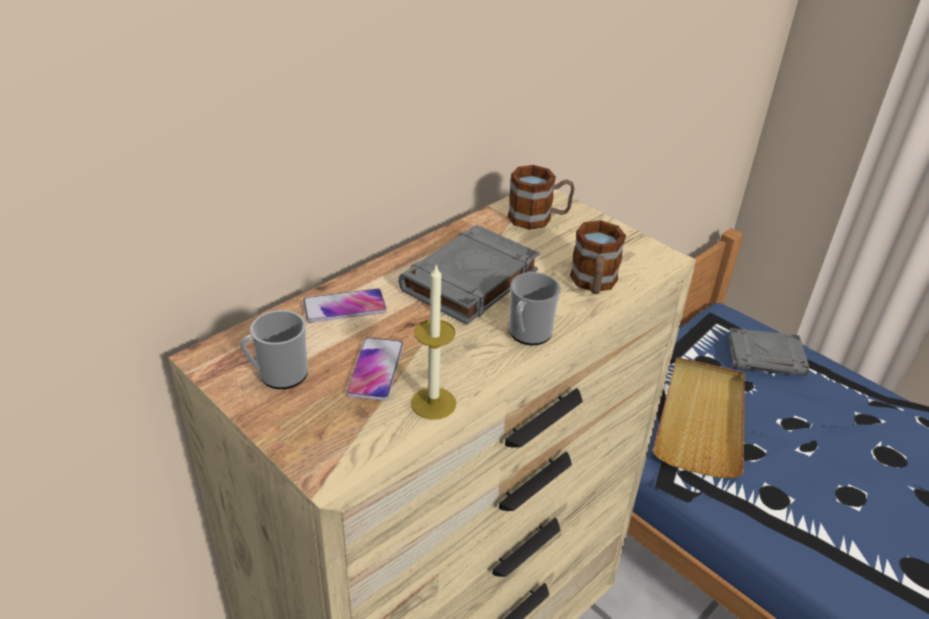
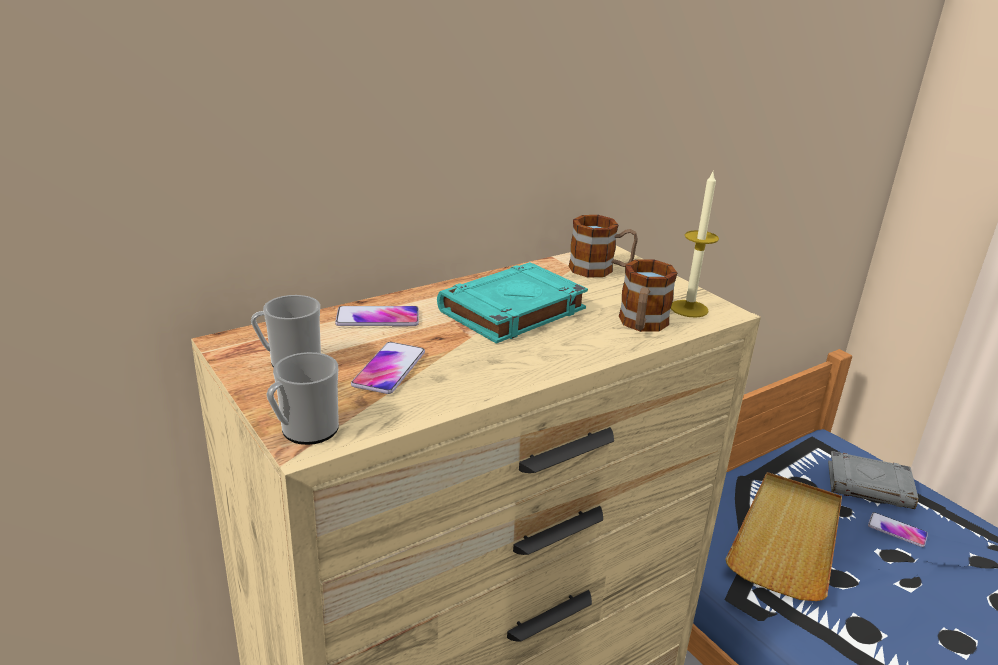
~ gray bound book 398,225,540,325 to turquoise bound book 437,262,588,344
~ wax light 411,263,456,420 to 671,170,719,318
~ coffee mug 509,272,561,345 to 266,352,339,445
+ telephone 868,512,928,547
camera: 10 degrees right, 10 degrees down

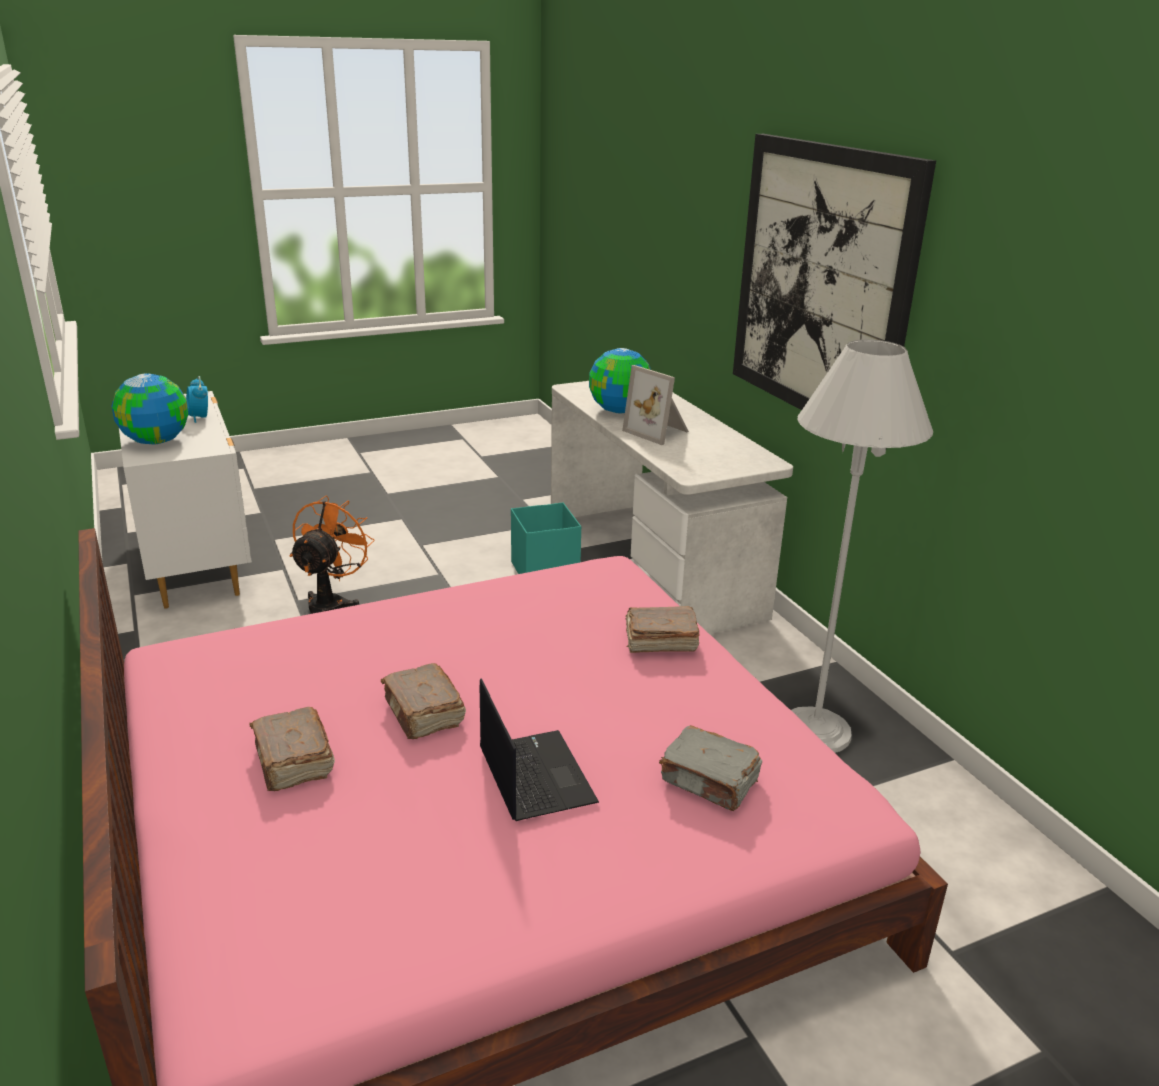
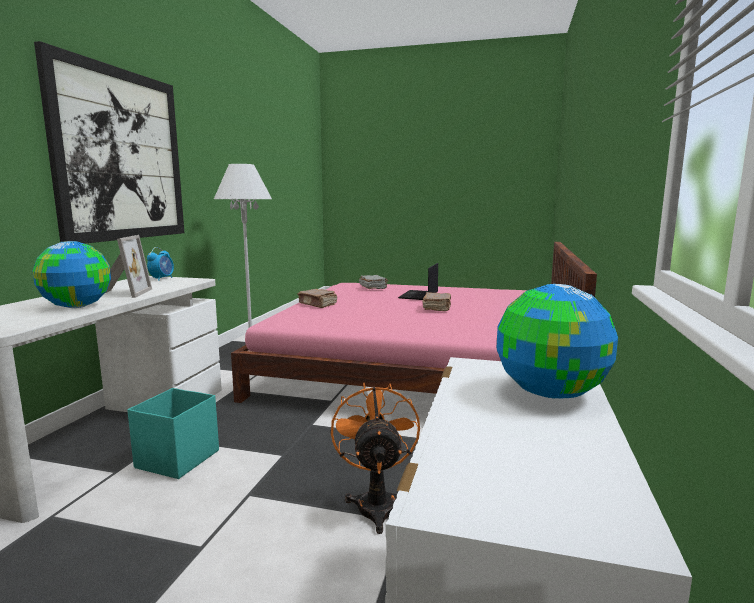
~ table clock 186,376,208,423 to 147,247,174,281
~ orange fan 290,496,375,614 = 331,383,420,534 120 degrees clockwise
- brownish bound book 249,707,335,791
camera: 140 degrees left, 15 degrees down

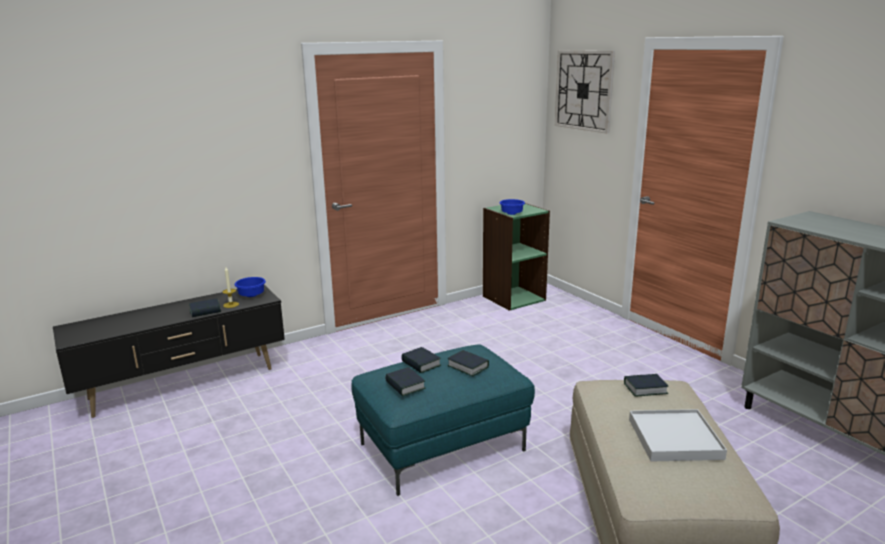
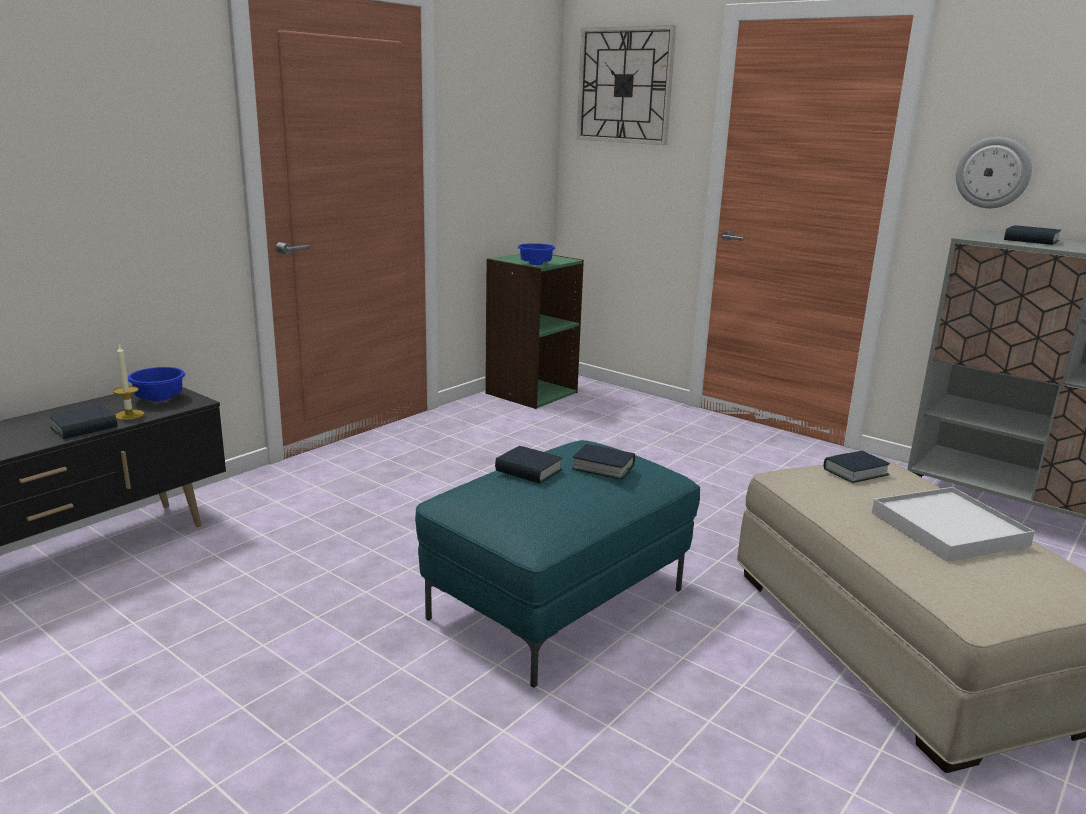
~ bound book 385,367,426,396 to 1004,225,1061,245
+ hanging clock 956,137,1032,208
camera: 20 degrees left, 0 degrees up

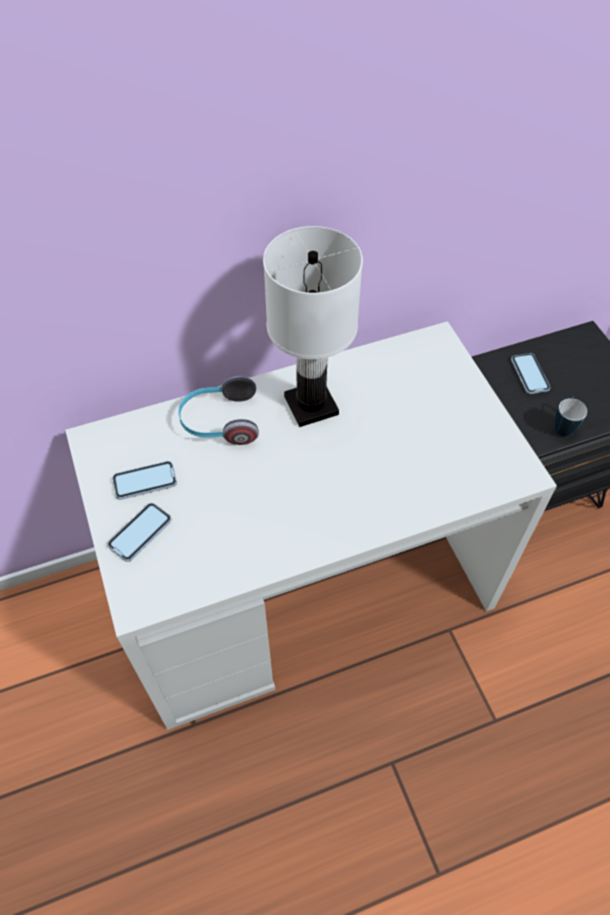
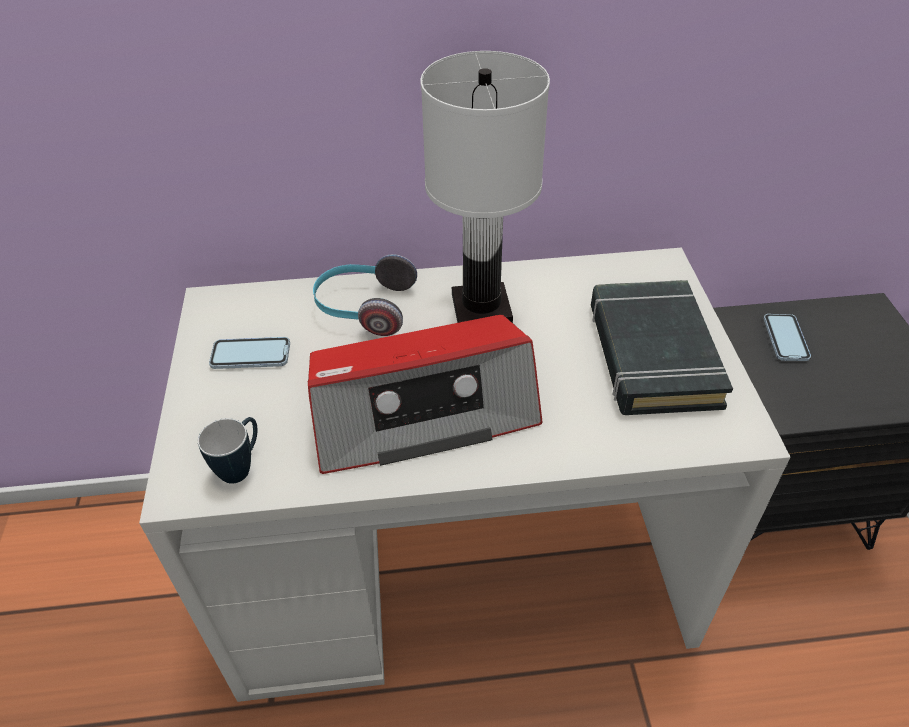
~ coffee mug 555,396,587,436 to 198,417,257,484
- telephone 107,503,172,562
+ black bound book 591,280,733,415
+ radio set 308,315,543,474
camera: 15 degrees right, 10 degrees down

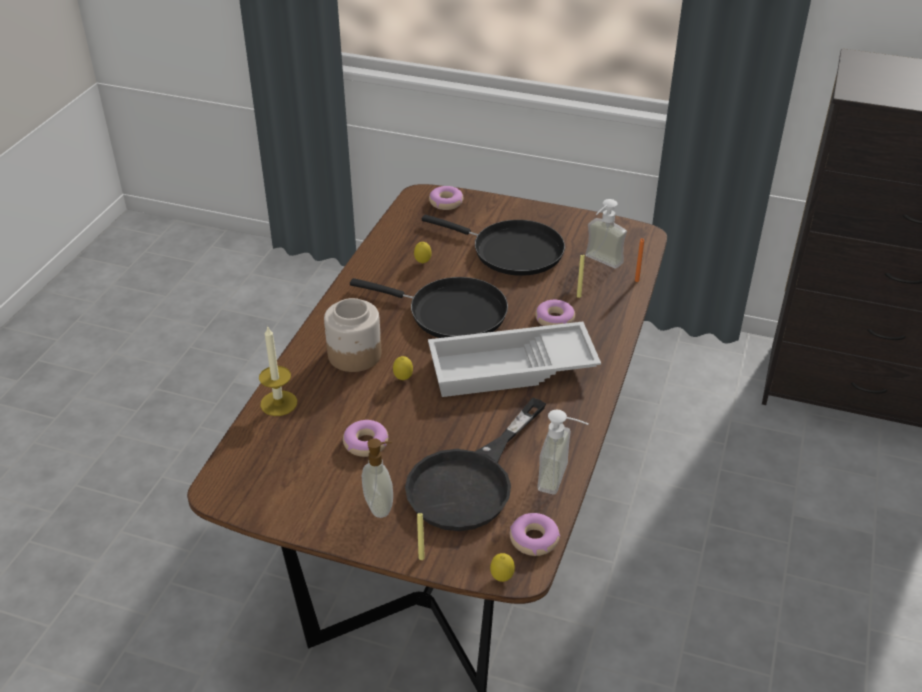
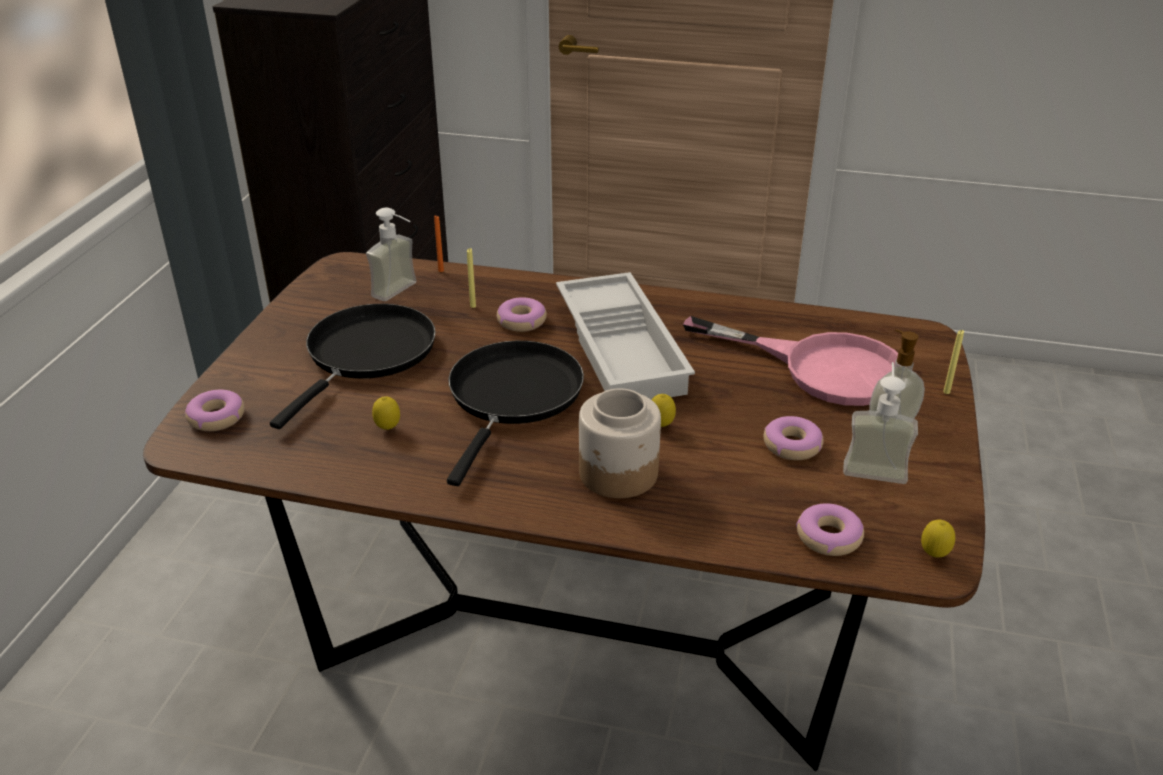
- wax light 259,325,297,416
~ black pan 405,397,546,531 to pink pan 683,316,898,406
~ soap dispenser 537,410,589,494 to 843,362,918,484
~ ring doughnut 510,513,560,556 to 796,504,864,556
~ lemon 490,553,515,582 to 921,520,955,558
camera: 95 degrees left, 5 degrees down

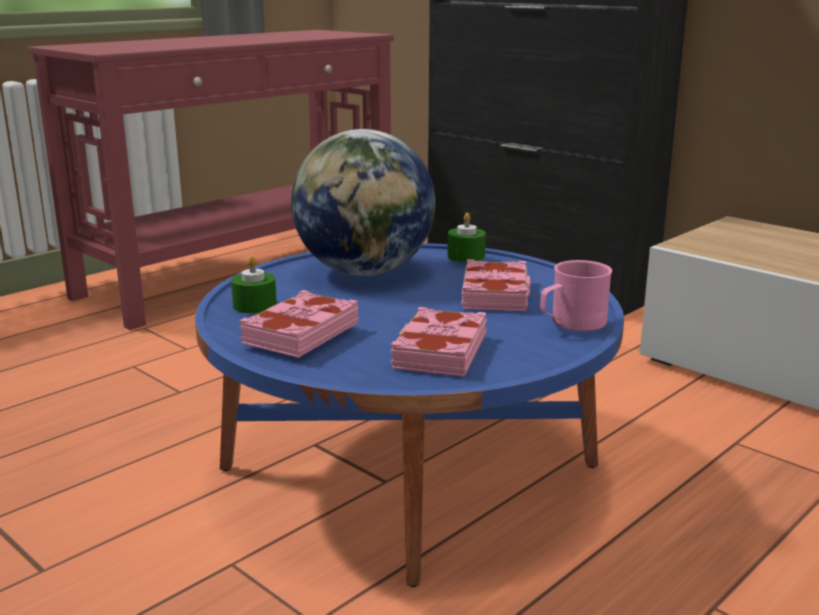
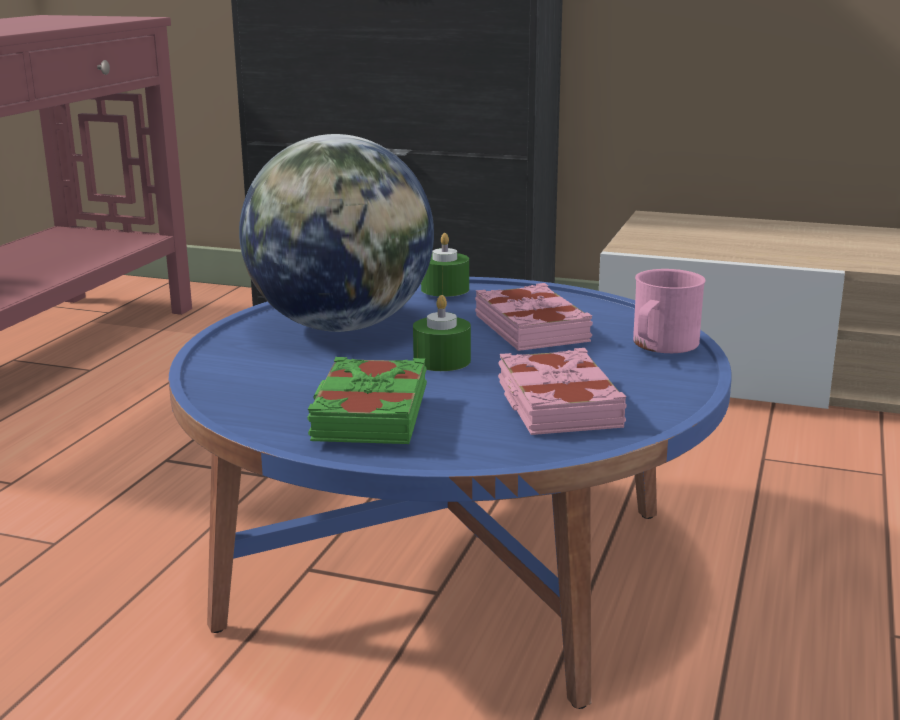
~ green wax light 231,256,277,314 to 413,295,471,371
~ pink bound book 239,290,359,358 to green bound book 308,357,427,444
camera: 25 degrees left, 0 degrees up

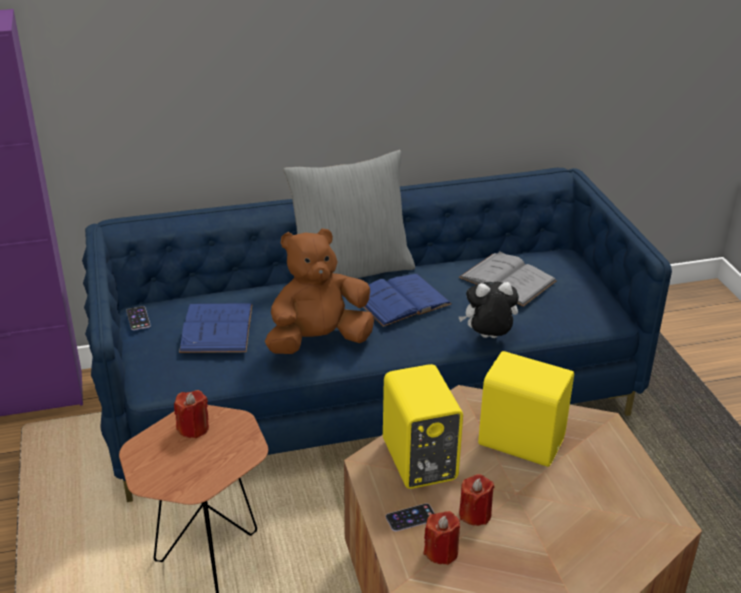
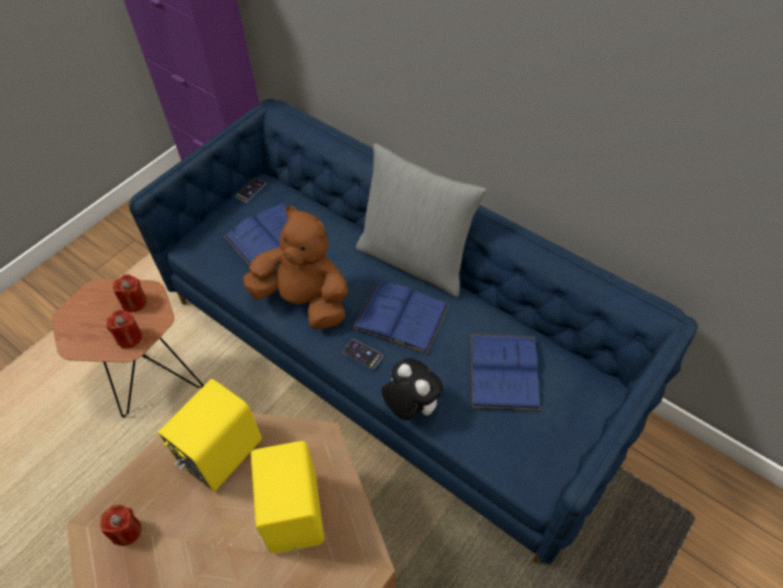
~ gray bound book 458,251,557,307 to bluish bound book 471,334,540,410
~ red-coloured wax light 459,474,494,526 to 107,310,142,348
~ telephone 386,503,435,532 to 343,339,383,369
camera: 55 degrees right, 20 degrees up

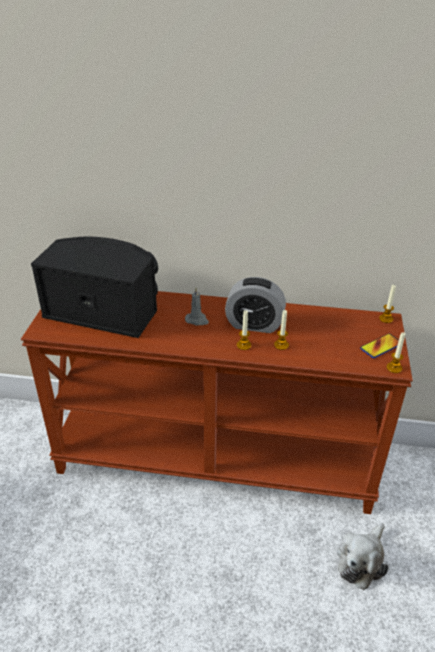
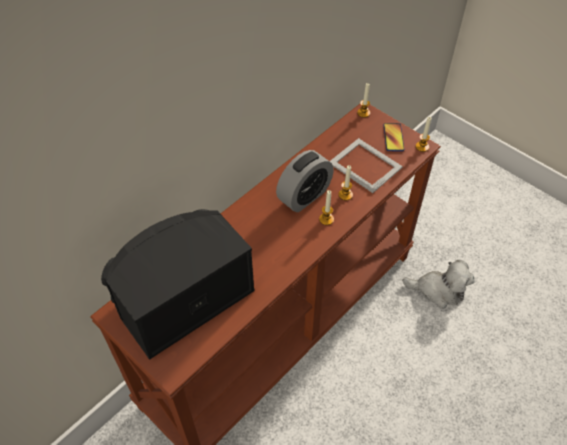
- gray wax light 185,288,209,326
~ cuddly toy 337,523,389,590 = 402,260,475,309 60 degrees counterclockwise
+ picture frame 330,138,403,193
camera: 55 degrees left, 15 degrees up

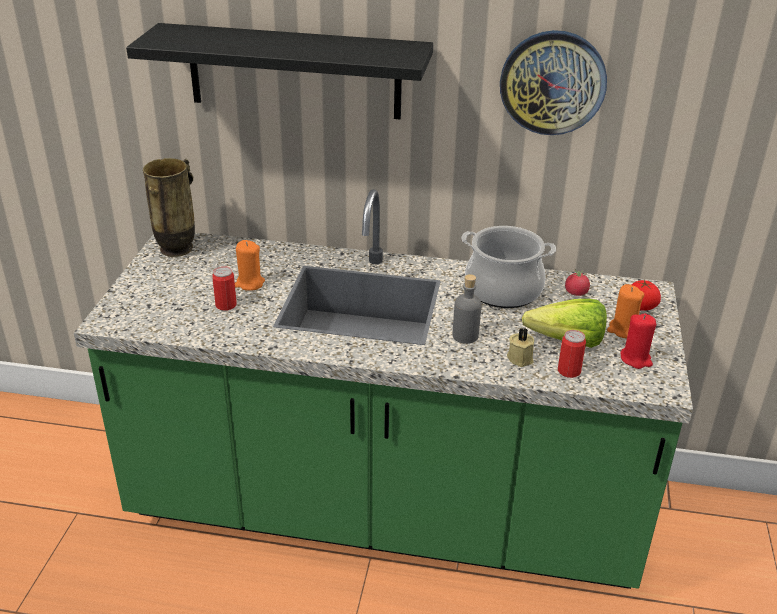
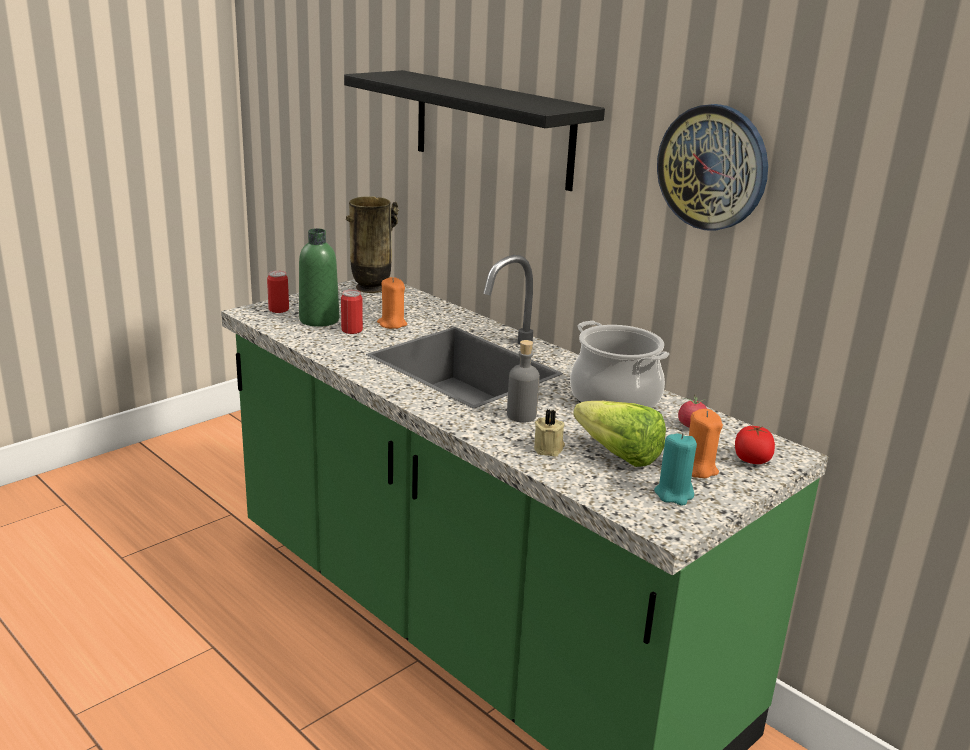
~ red-coloured wax light 621,313,656,369 to turquoise wax light 654,433,697,506
~ can 558,330,586,378 to 267,271,289,313
+ green beverage bottle 299,228,339,327
camera: 35 degrees right, 10 degrees down

